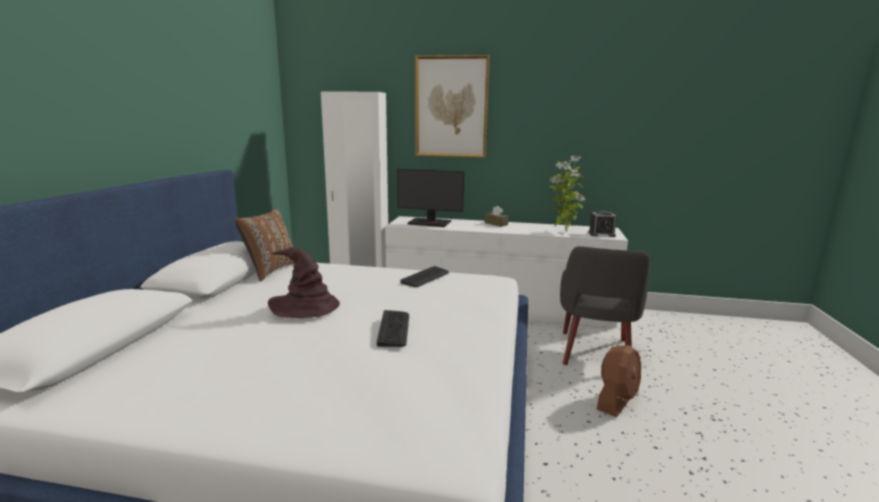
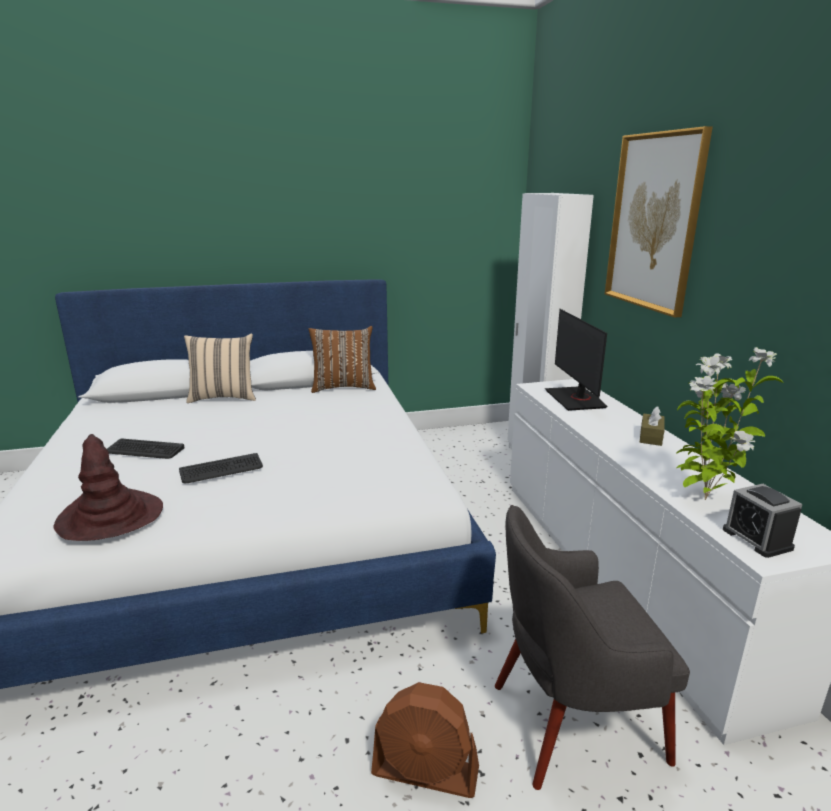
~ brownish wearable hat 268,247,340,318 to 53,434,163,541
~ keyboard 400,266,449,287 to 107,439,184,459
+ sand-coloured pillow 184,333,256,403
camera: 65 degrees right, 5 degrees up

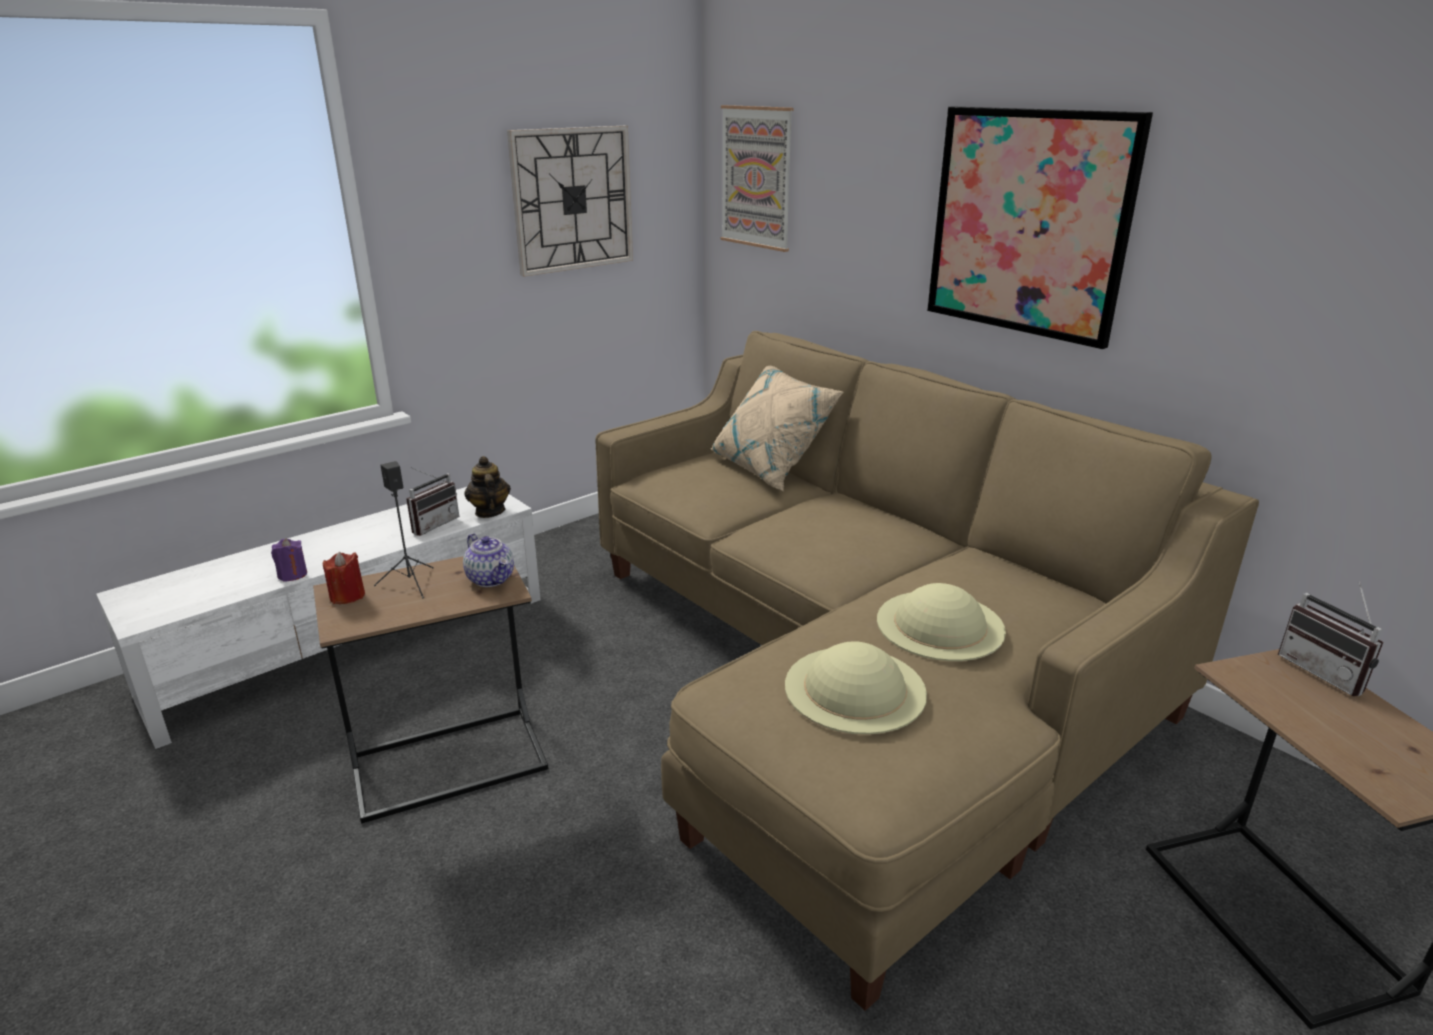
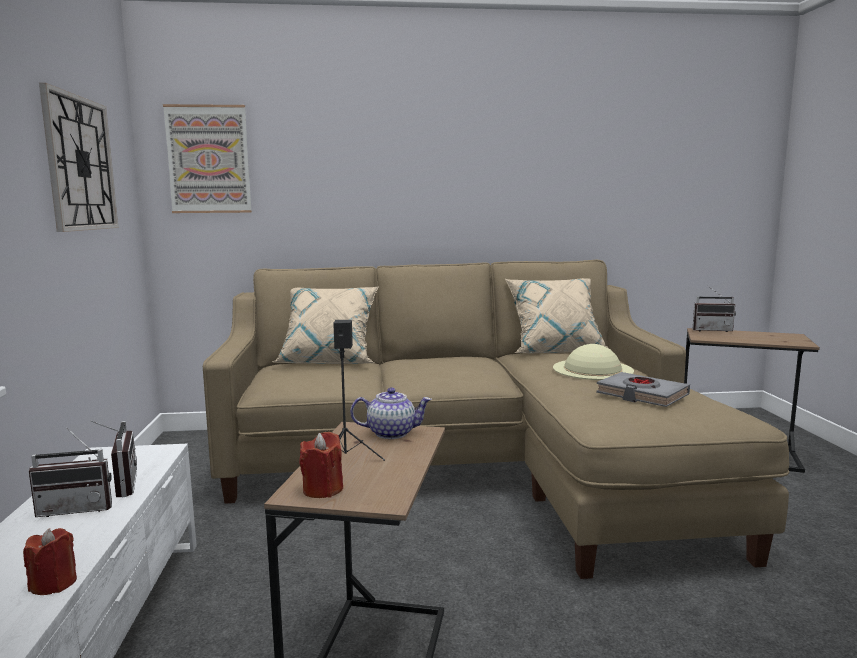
- wall picture 927,107,1153,349
- teapot 464,456,511,518
~ purple-coloured wax light 271,539,307,582 to red-coloured wax light 23,528,77,595
~ sand-coloured wearable hat 785,641,927,735 to gray bound book 596,372,690,407
+ sand-coloured pillow 505,278,611,353
+ radio set 29,428,112,517
camera: 55 degrees left, 15 degrees down

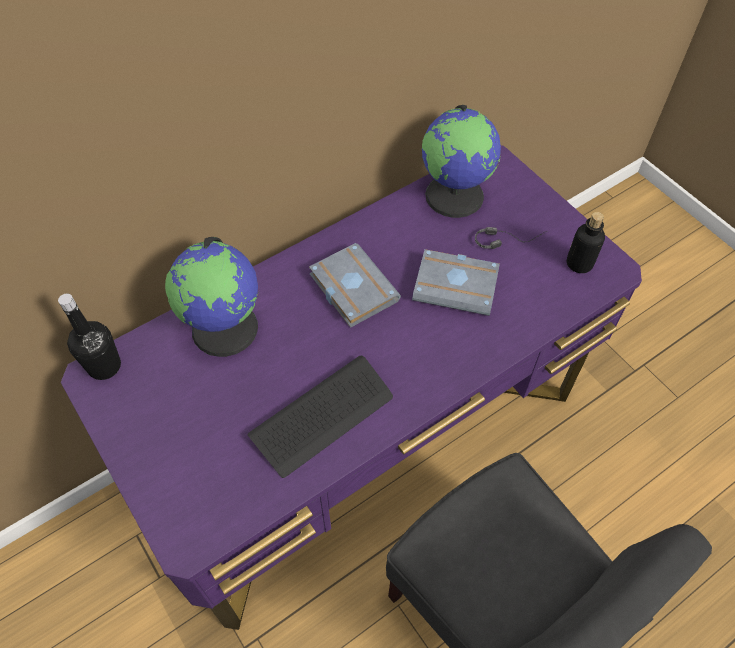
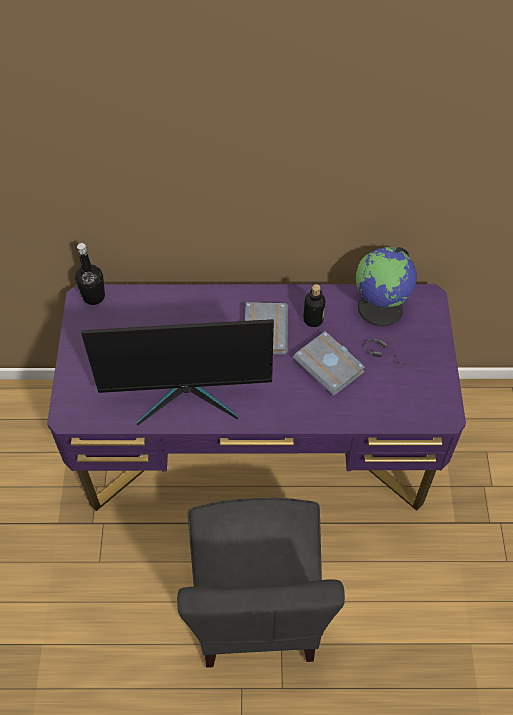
~ beverage bottle 567,212,605,273 to 303,284,325,327
- globe 165,237,258,357
~ keyboard 248,356,393,478 to monitor 81,319,274,426
camera: 35 degrees right, 0 degrees up

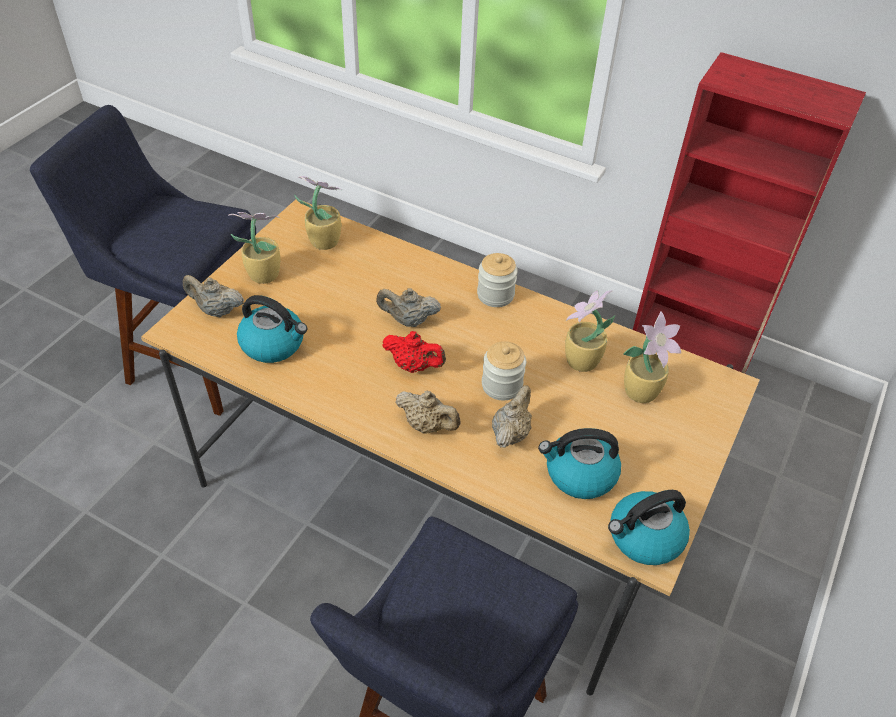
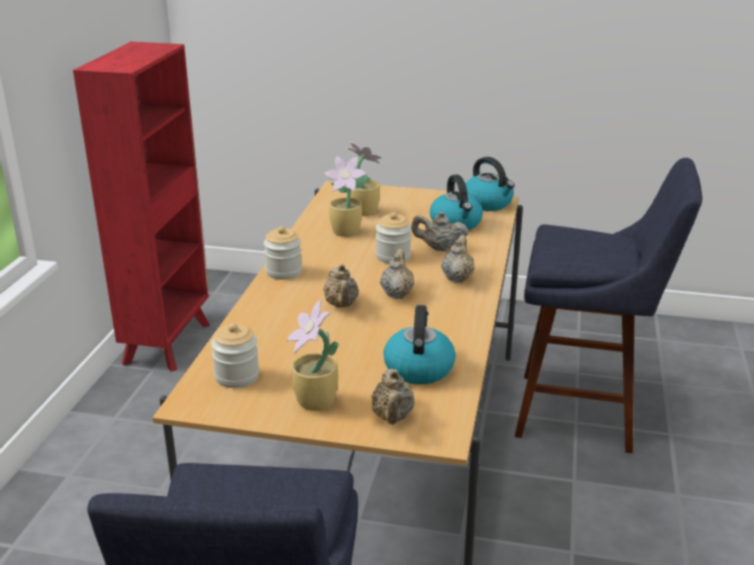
~ plant in a pot 294,176,342,250 to storage jar 211,323,259,388
~ red-coloured teapot 382,331,446,373 to sand-coloured teapot 380,249,414,299
camera: 105 degrees left, 20 degrees down

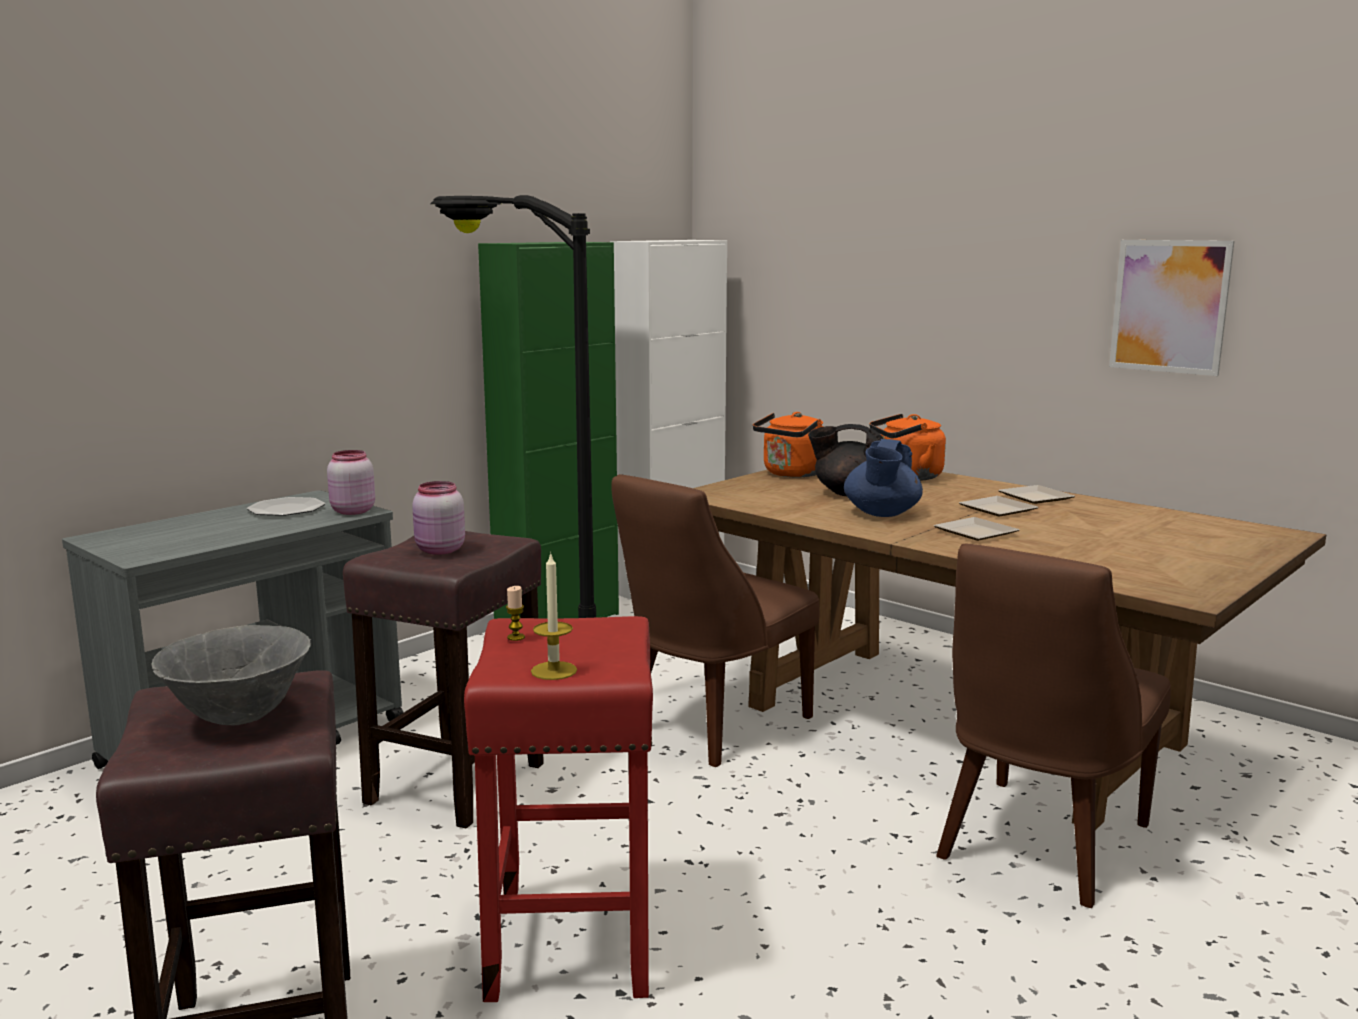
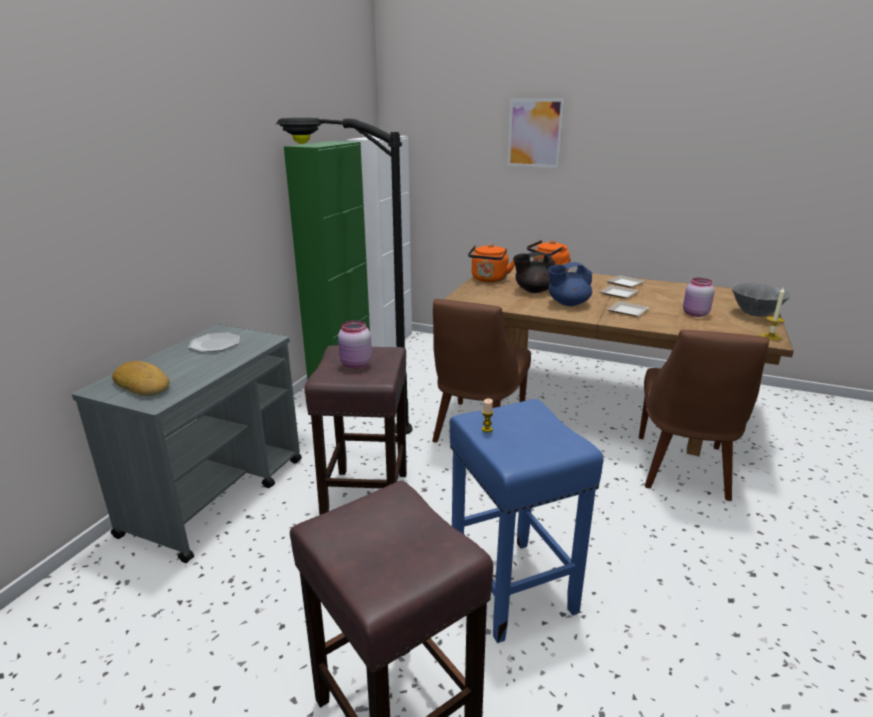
~ wall picture 1109,240,1234,376 to 507,98,564,168
~ bluish teapot 844,439,923,517 = 548,262,592,306 75 degrees clockwise
~ pink storage jar 327,450,375,515 to 683,278,715,317
~ wax light 531,552,577,680 to 760,287,785,341
~ red-coloured stool 464,616,653,1002 to bluish stool 450,399,603,643
~ gray serving bowl 151,625,311,725 to 731,283,791,317
+ bakery bread 112,361,170,396
camera: 20 degrees left, 10 degrees up

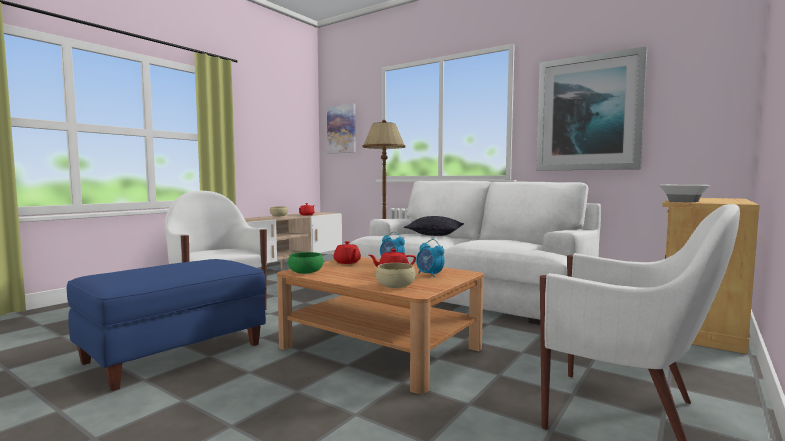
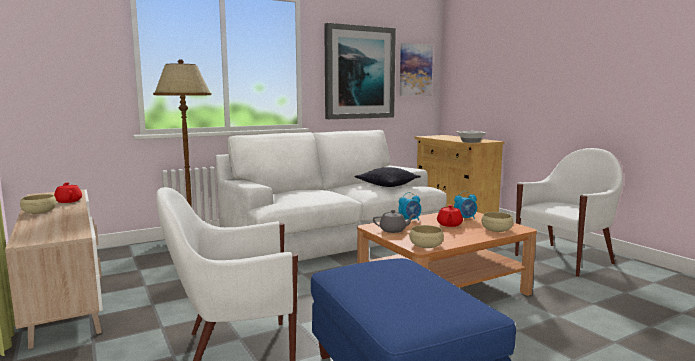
~ wall picture 327,103,356,154 to 400,43,433,96
~ pillow 404,216,464,236 to 354,167,421,187
~ red-coloured teapot 334,241,361,264 to gray teapot 373,210,416,233
~ green serving bowl 288,252,323,274 to sand-coloured serving bowl 409,225,444,248
camera: 65 degrees left, 5 degrees up

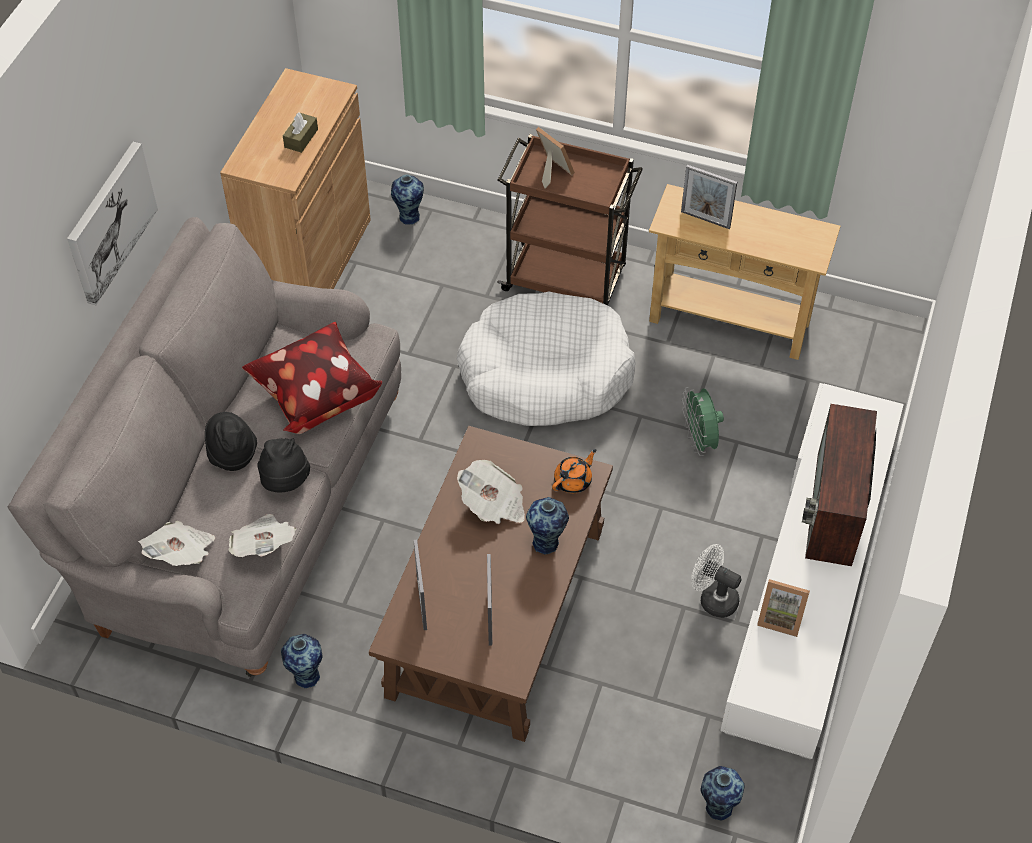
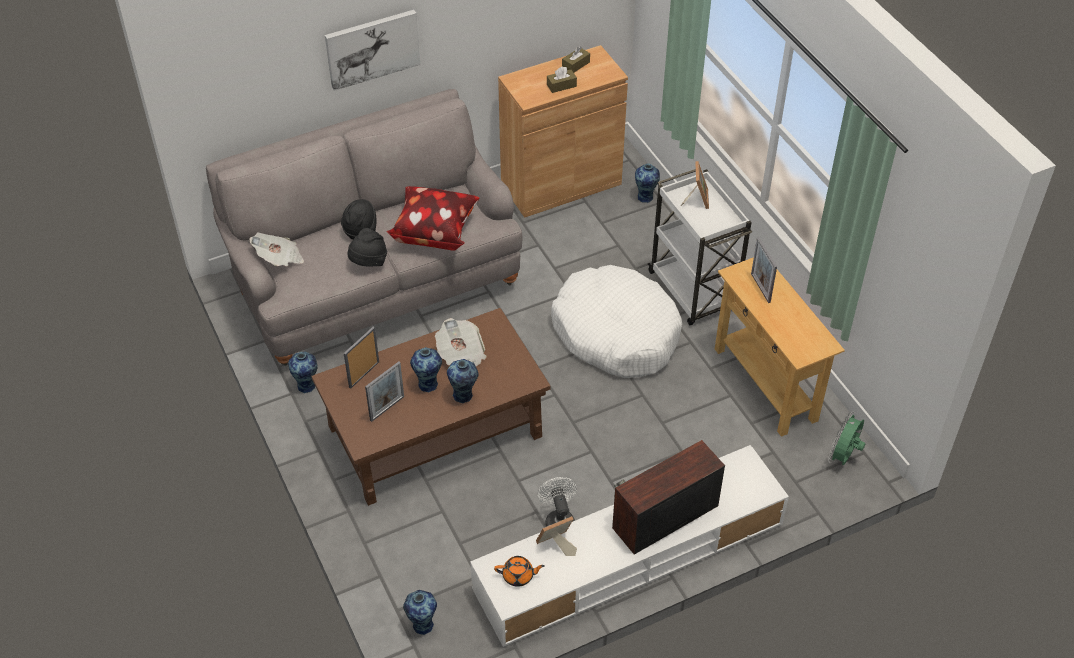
~ brownish cart 497,134,643,305 to white cart 648,169,752,325
~ green fan 682,387,724,456 to 828,412,865,465
~ orange teapot 552,449,597,493 to 494,556,545,587
- daily paper 228,514,296,557
~ picture frame 757,579,810,637 = 536,516,577,556 90 degrees clockwise
+ brownish tissue box 562,46,590,73
+ vase 410,347,442,393
camera: 45 degrees right, 5 degrees down

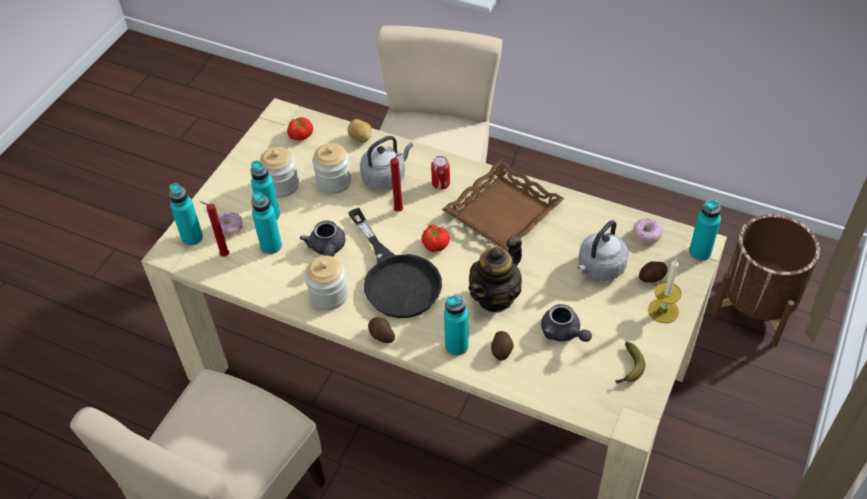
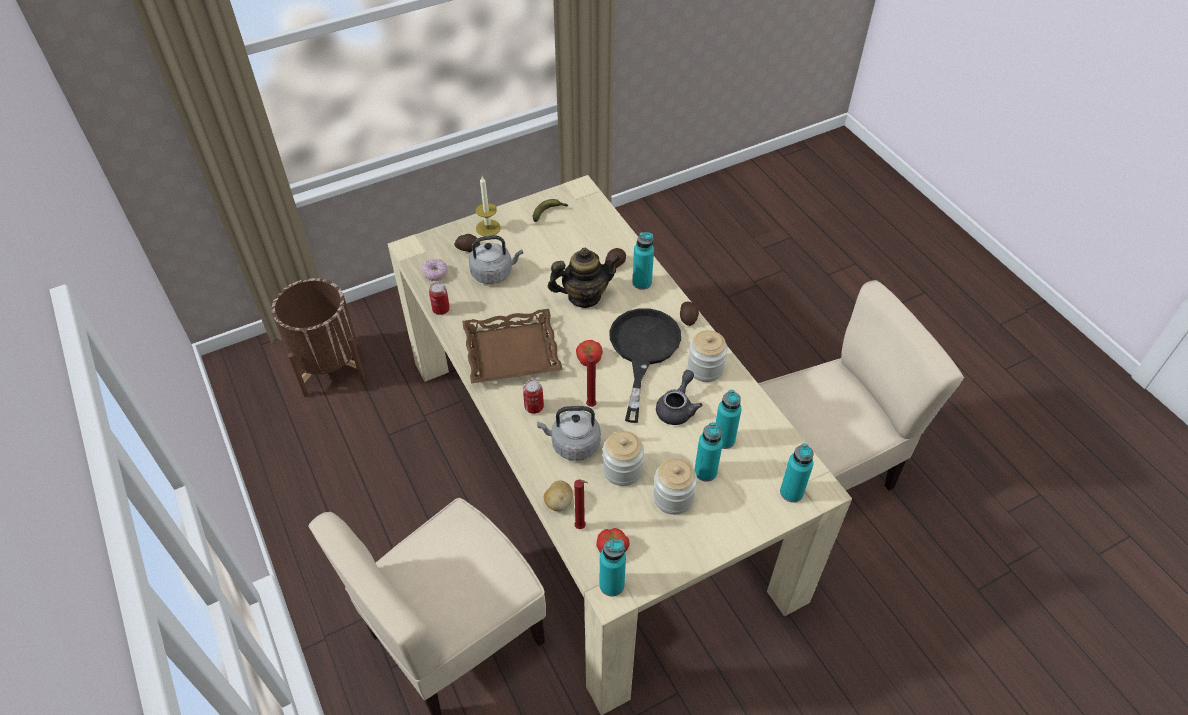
~ turquoise beverage bottle 689,199,721,261 to 599,539,626,597
~ red-coloured wax light 200,201,229,257 to 574,479,588,529
- ring doughnut 218,212,243,236
- gray teapot 541,304,592,342
+ can 429,282,450,315
camera: 145 degrees left, 0 degrees up

